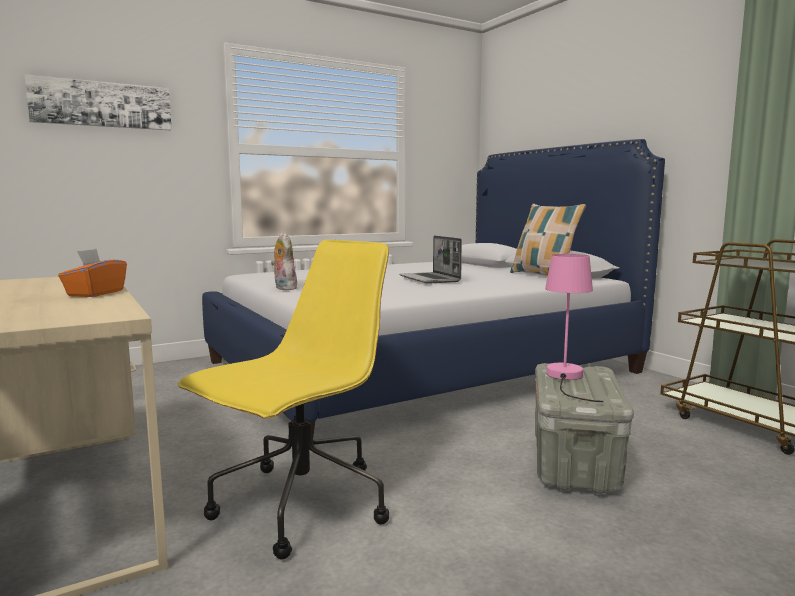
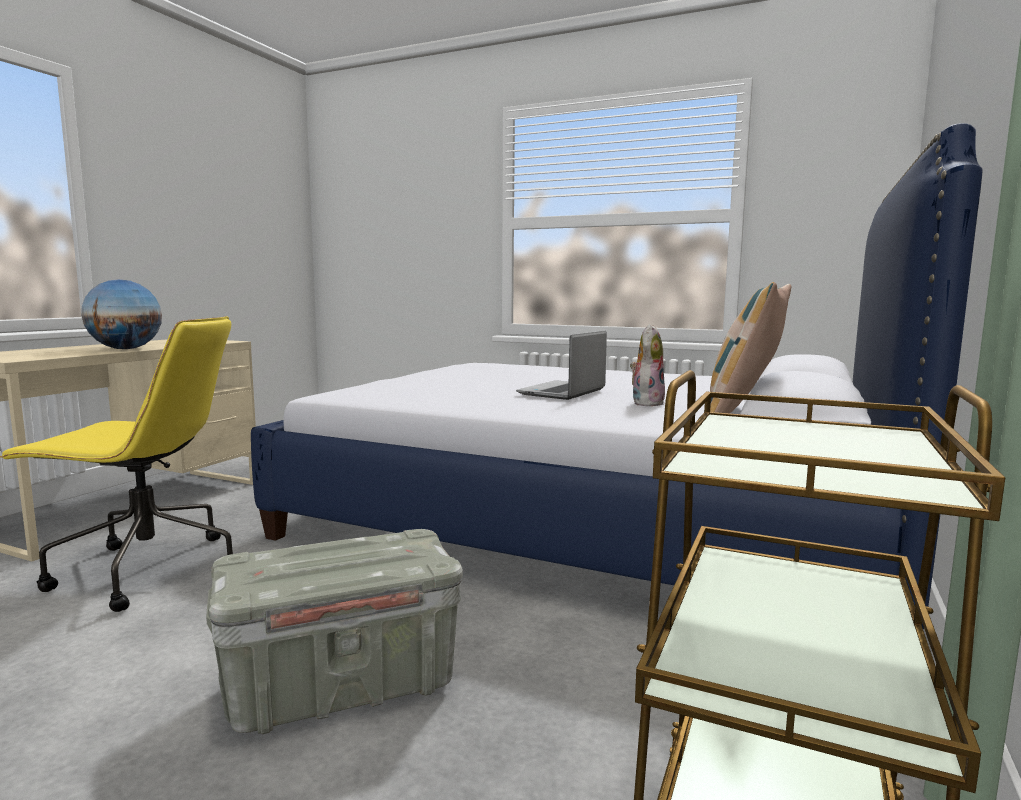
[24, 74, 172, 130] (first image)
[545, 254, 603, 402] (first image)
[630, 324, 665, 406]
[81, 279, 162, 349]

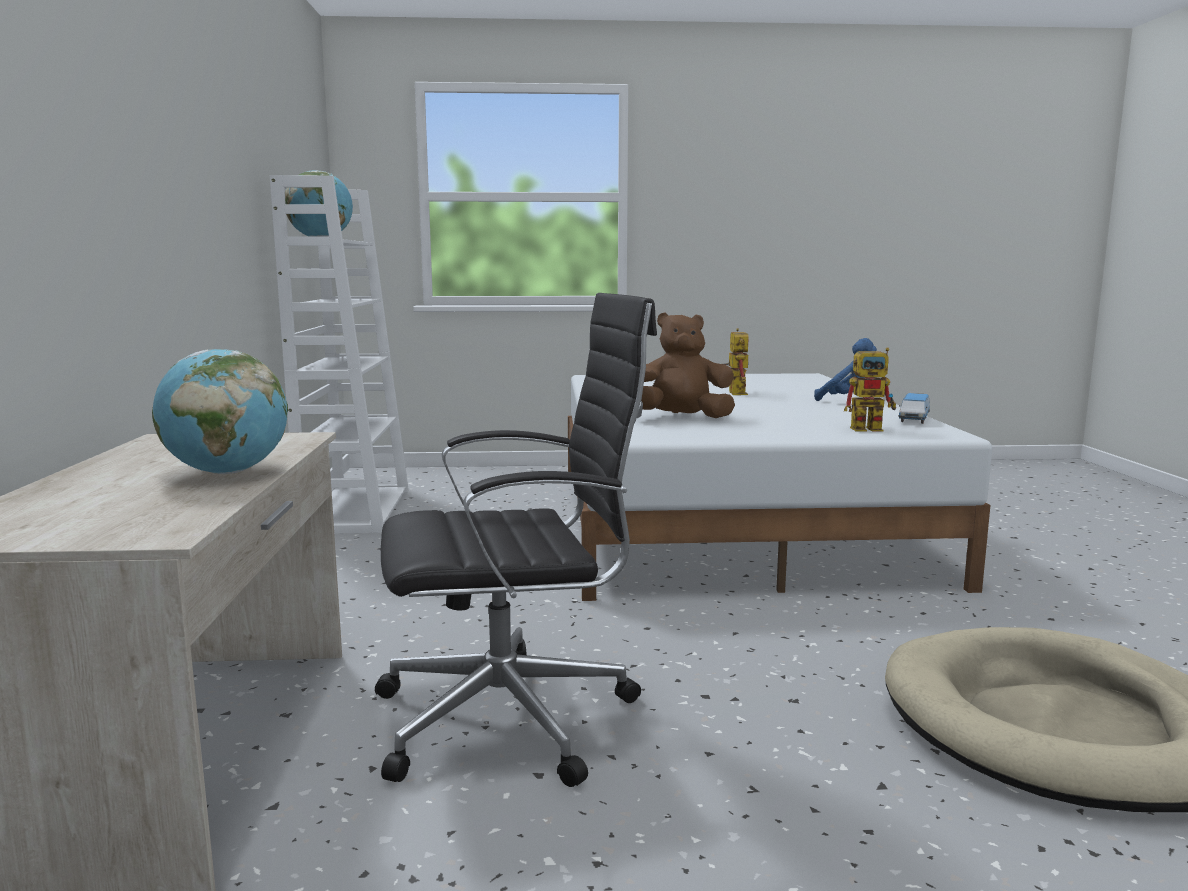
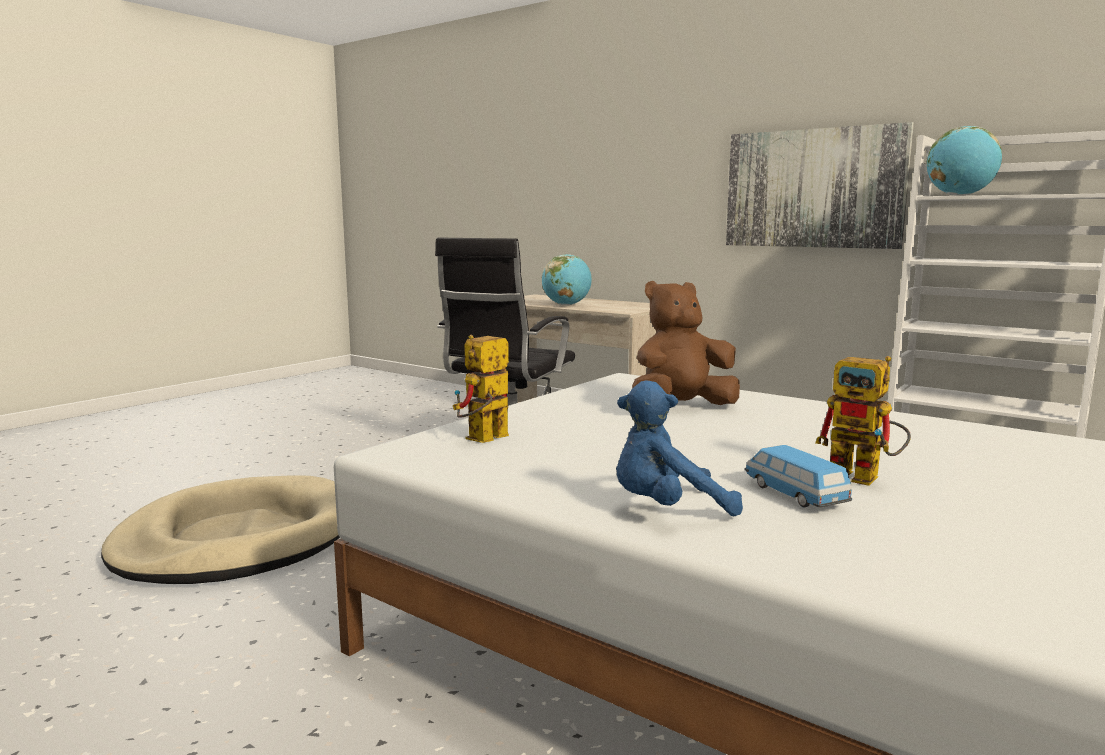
[726, 122, 914, 249]
[745, 445, 852, 508]
[632, 281, 740, 405]

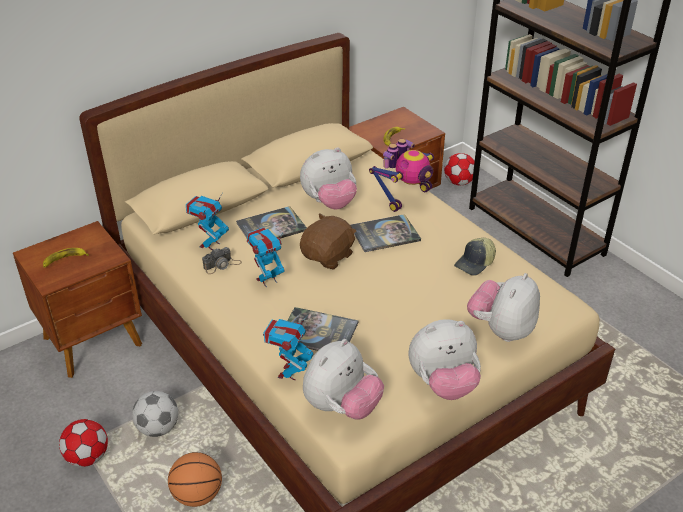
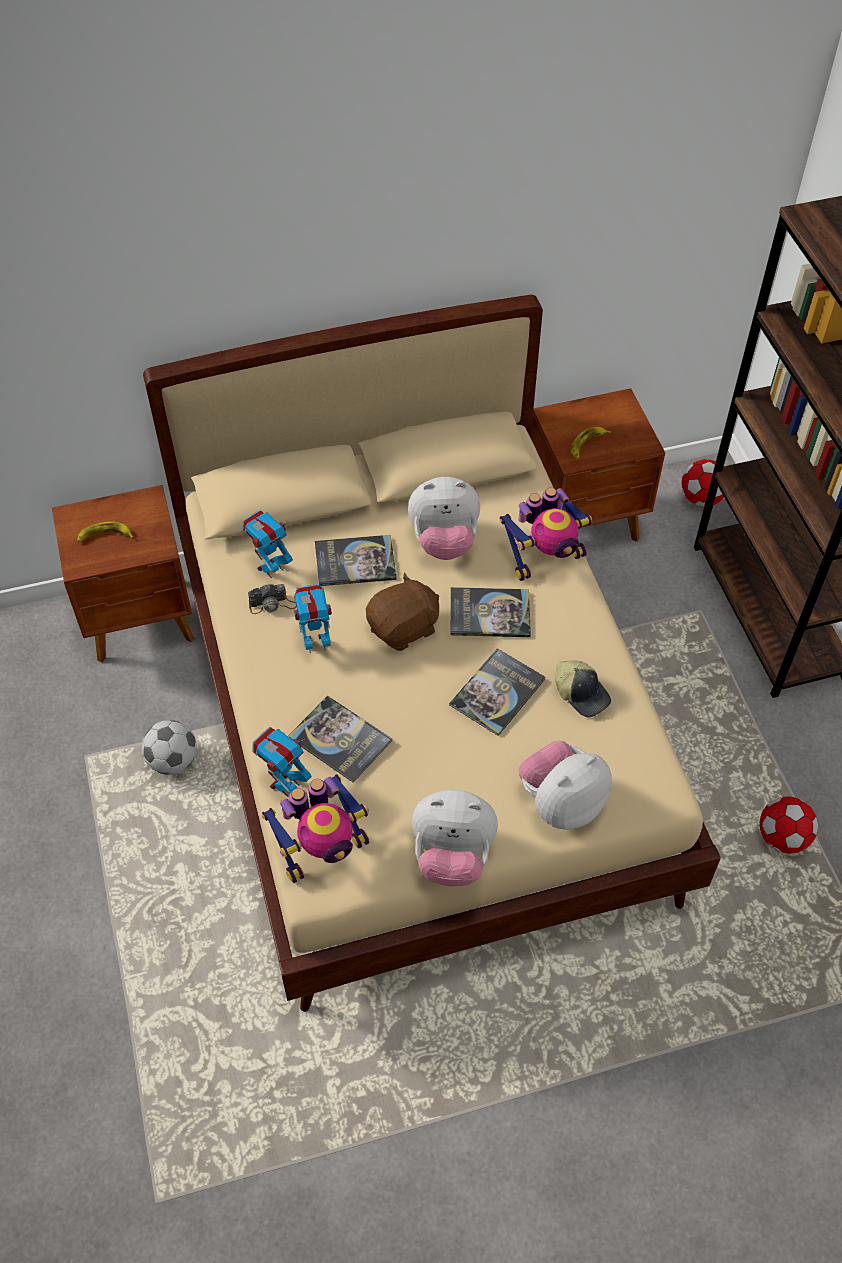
[168, 452, 222, 507] (first image)
[449, 648, 545, 736]
[760, 797, 818, 853]
[262, 774, 369, 883]
[555, 660, 611, 717]

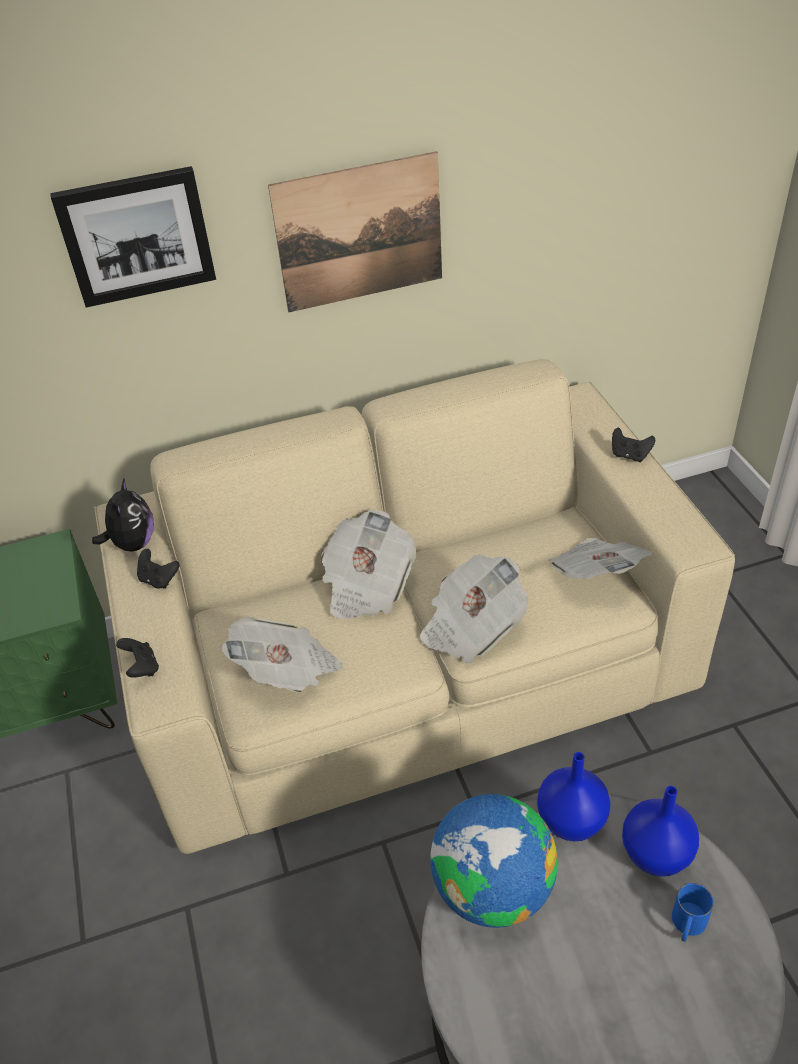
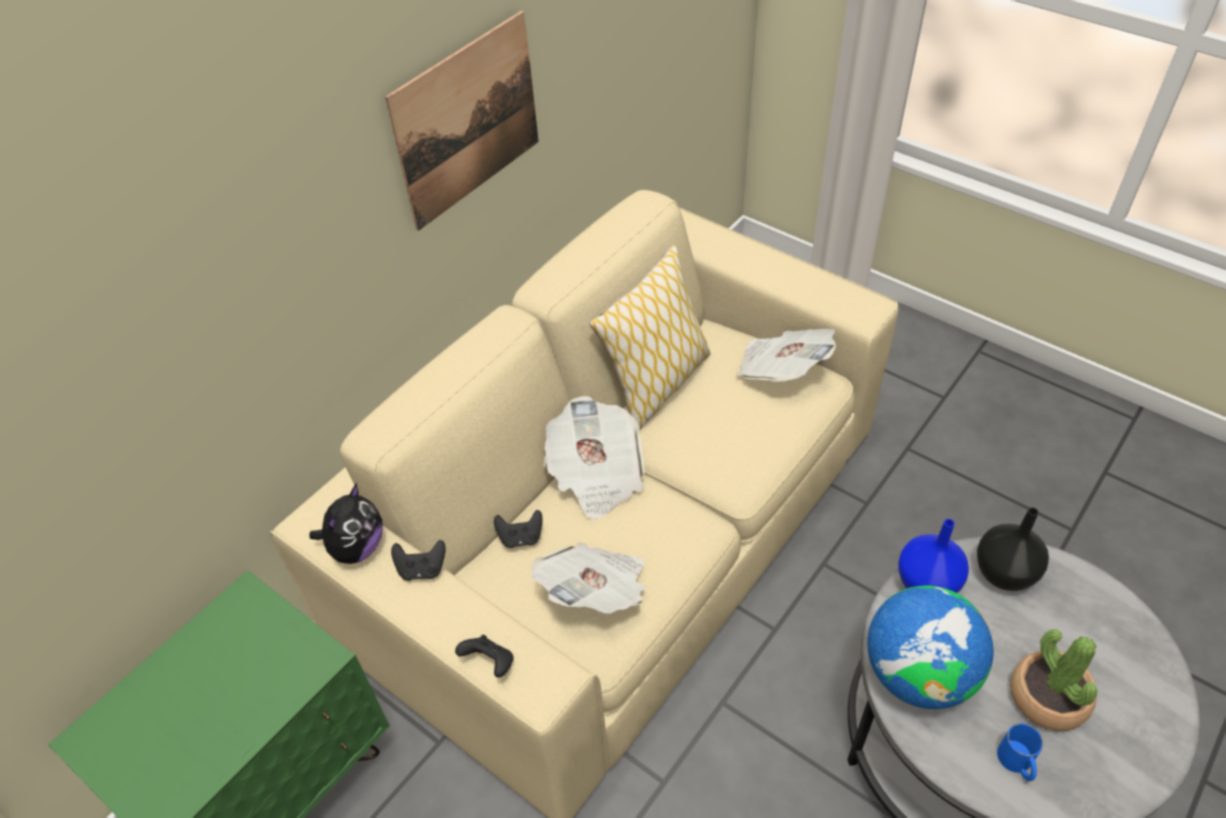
[50, 166, 216, 308] (first image)
[420, 554, 528, 663] (first image)
[589, 245, 711, 429]
[1010, 629, 1097, 731]
[494, 510, 543, 548]
[997, 723, 1043, 781]
[977, 507, 1049, 591]
[309, 483, 383, 564]

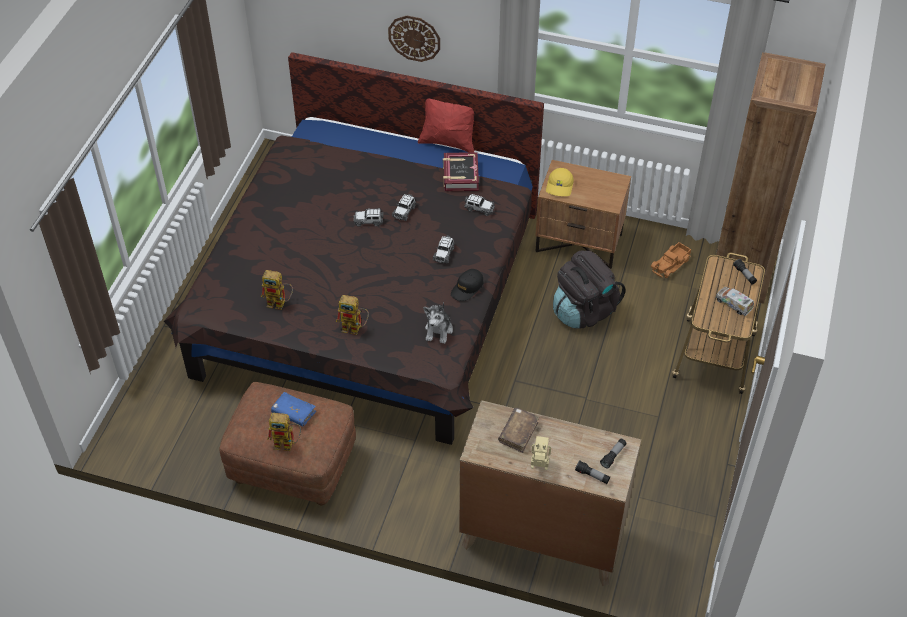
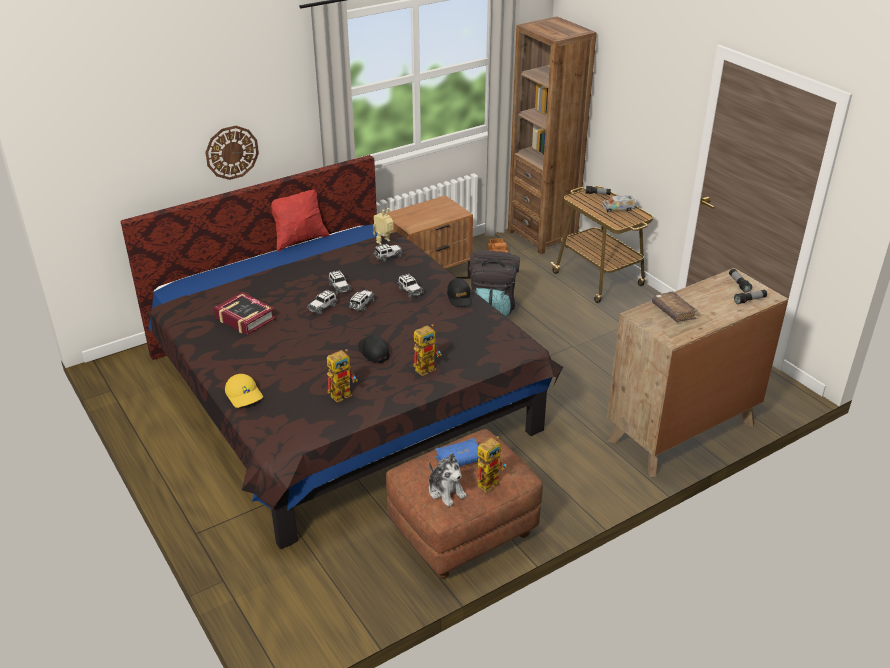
[349, 290, 376, 311]
[358, 335, 390, 363]
[429, 453, 467, 507]
[214, 292, 276, 335]
[373, 208, 394, 245]
[225, 374, 263, 408]

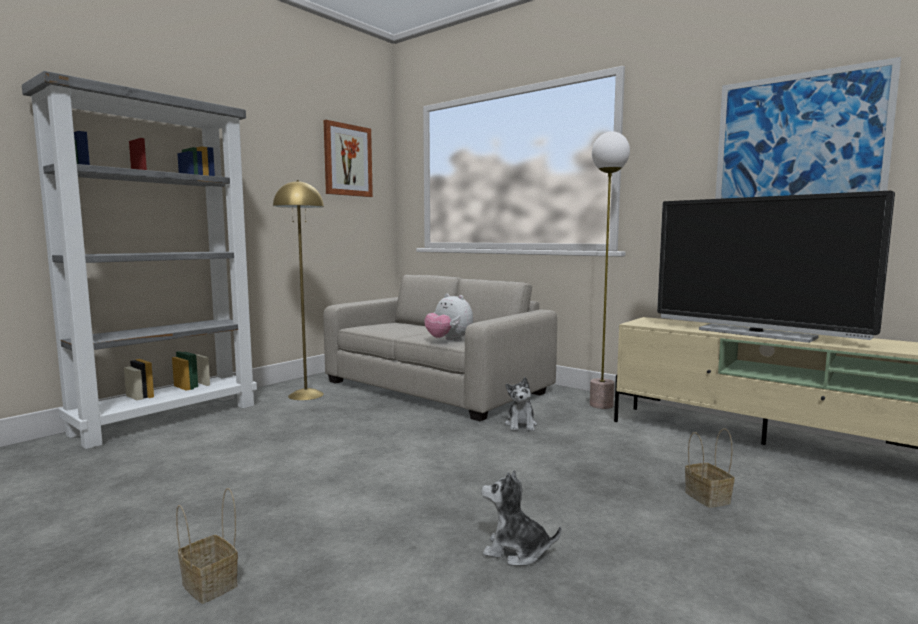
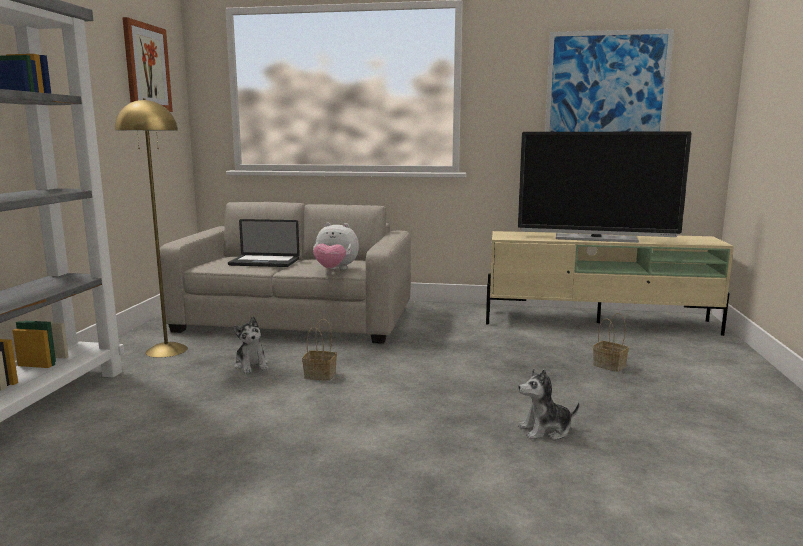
[590, 131, 630, 409] (first image)
[228, 219, 300, 267]
[302, 319, 337, 381]
[233, 316, 268, 374]

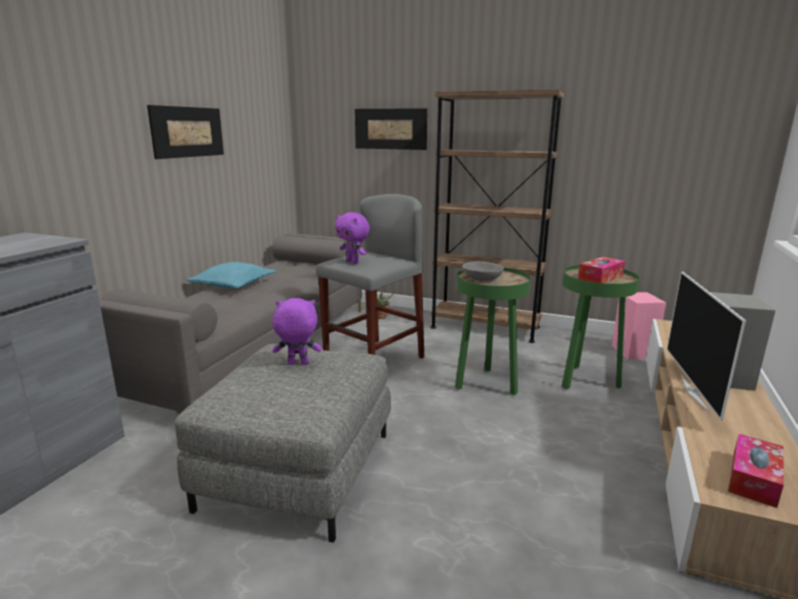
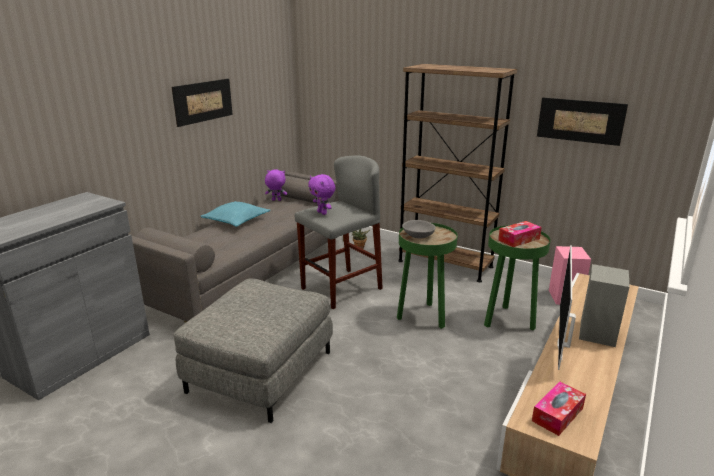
[265, 170, 287, 201]
[537, 97, 628, 146]

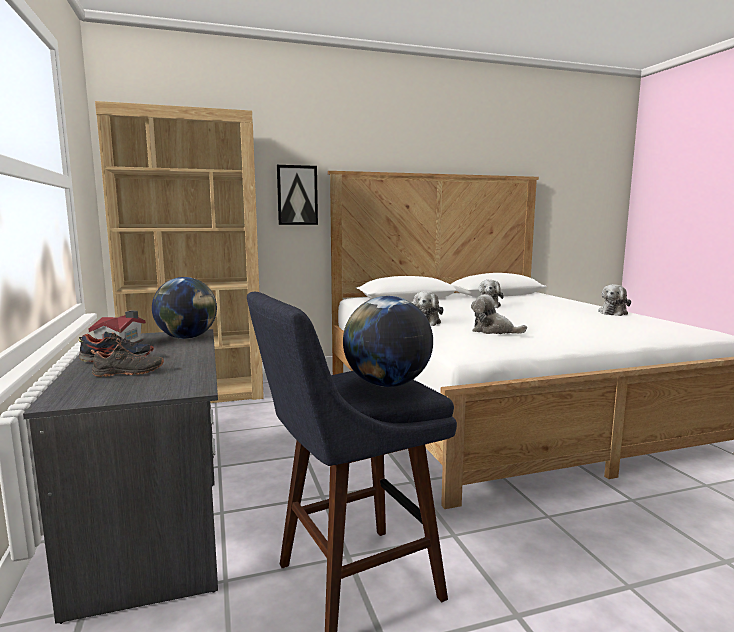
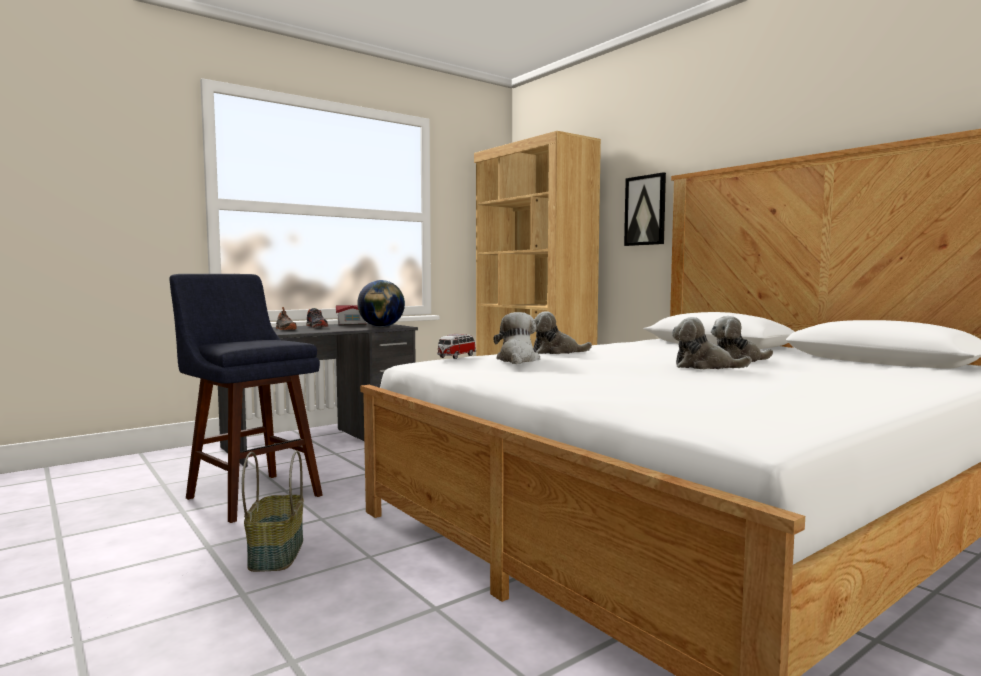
[343, 296, 433, 387] (first image)
[242, 450, 303, 572]
[437, 334, 476, 359]
[672, 317, 752, 369]

